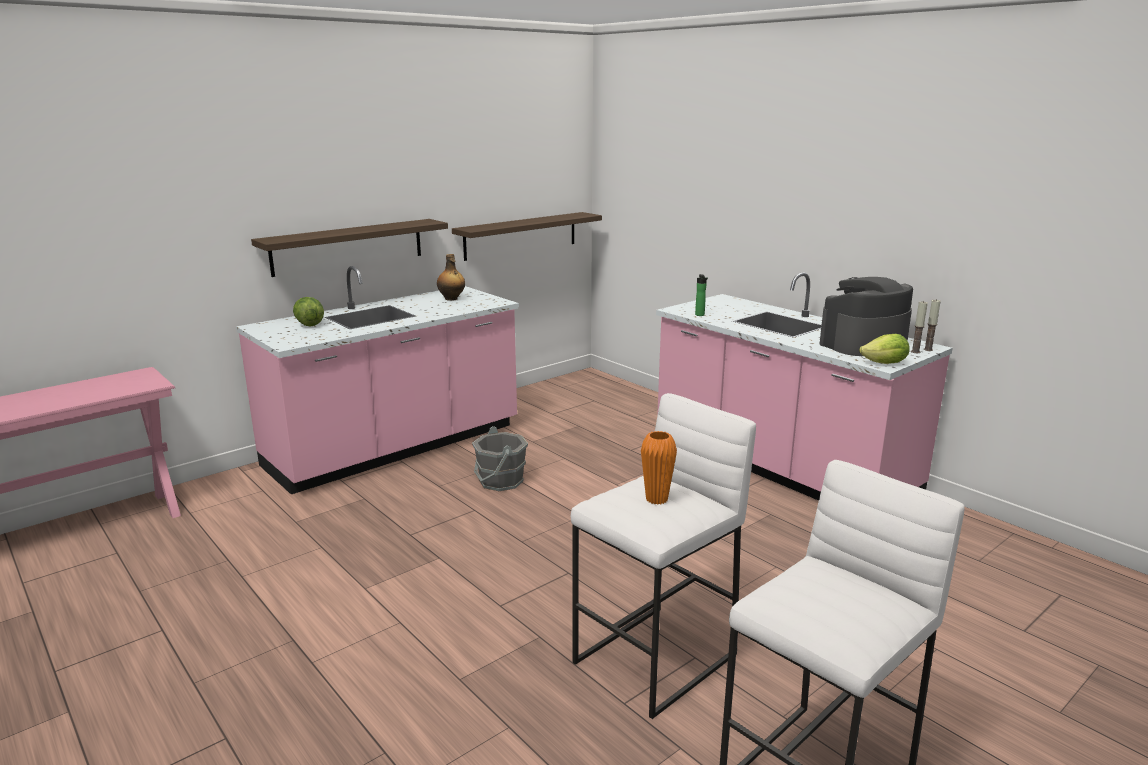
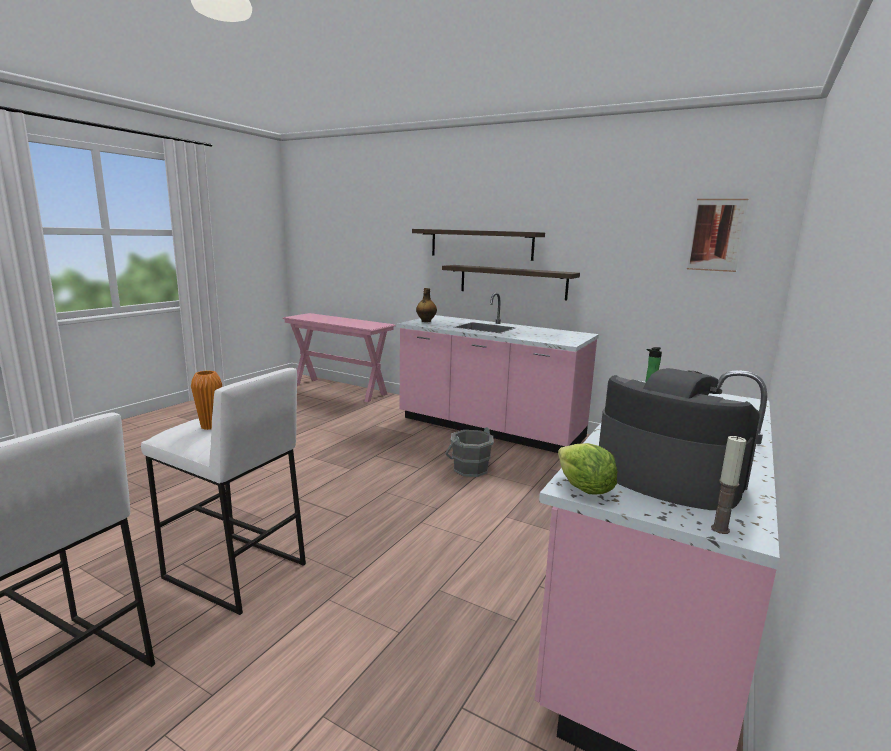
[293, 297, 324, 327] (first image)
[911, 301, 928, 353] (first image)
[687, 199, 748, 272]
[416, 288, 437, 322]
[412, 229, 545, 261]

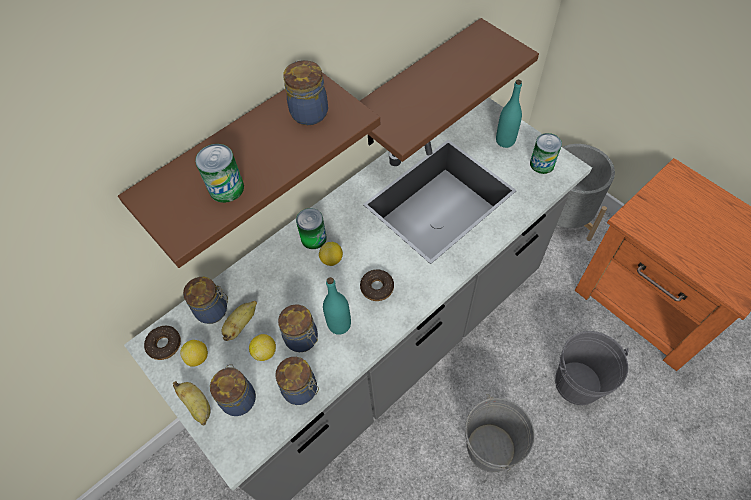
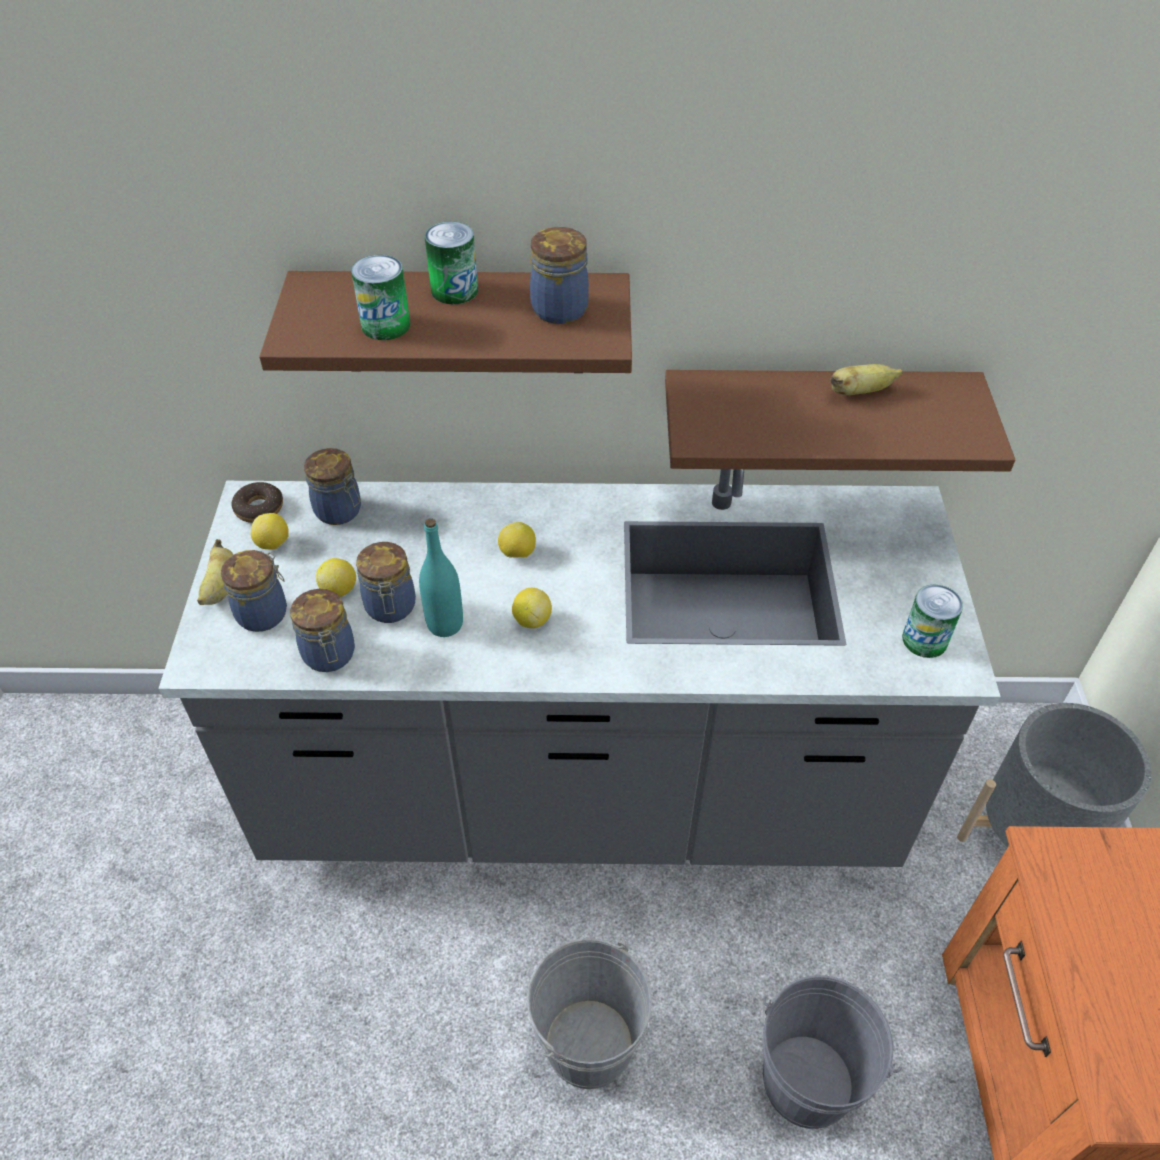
[496, 80, 522, 148] (first image)
[830, 364, 903, 395]
[425, 221, 478, 304]
[512, 588, 552, 628]

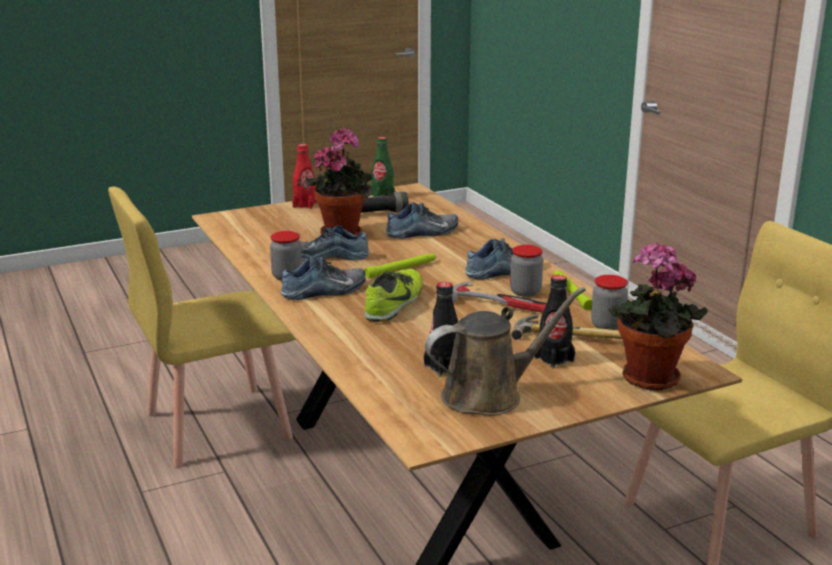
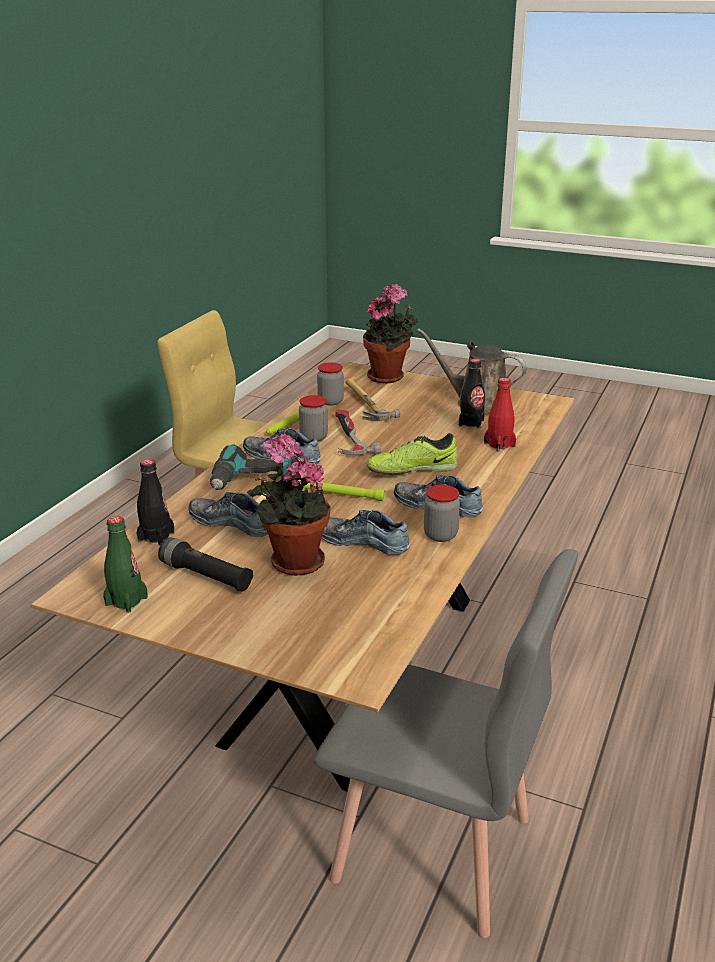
[210, 444, 292, 490]
[484, 378, 516, 451]
[136, 459, 174, 546]
[314, 549, 578, 938]
[322, 510, 410, 555]

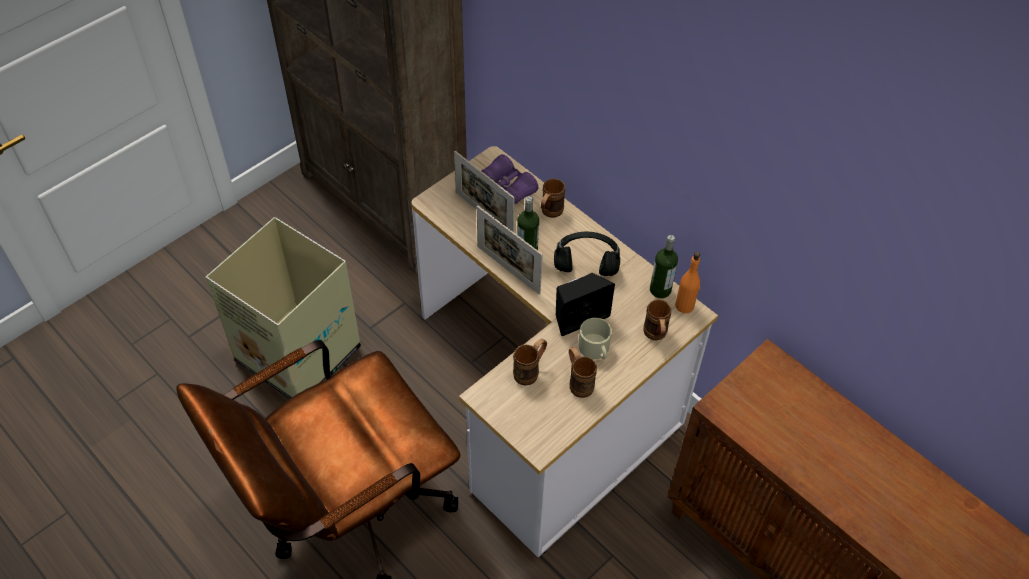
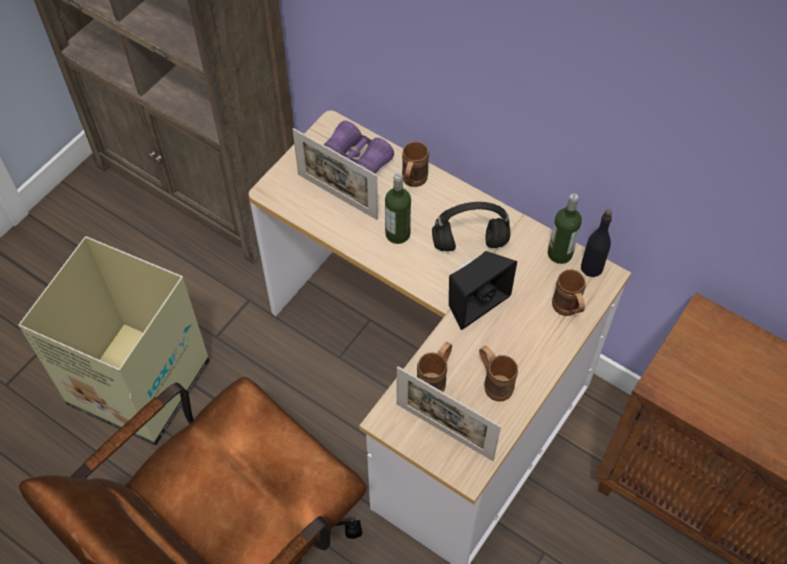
[578, 318, 612, 359] (first image)
[397, 366, 501, 461]
[581, 209, 612, 277]

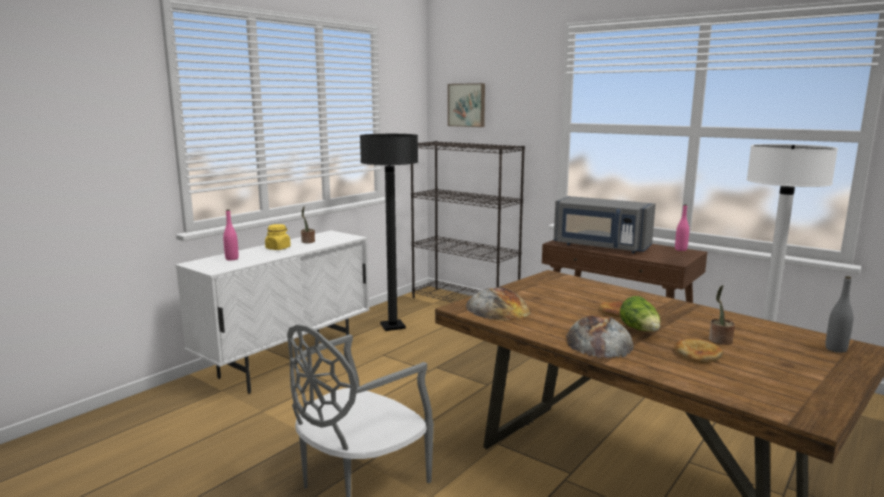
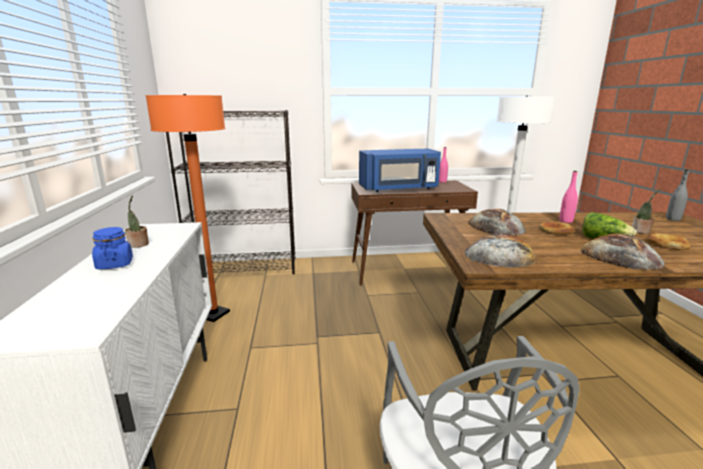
[448, 83, 485, 127] (first image)
[468, 209, 527, 236]
[559, 171, 578, 223]
[92, 227, 133, 270]
[145, 94, 230, 322]
[359, 148, 441, 192]

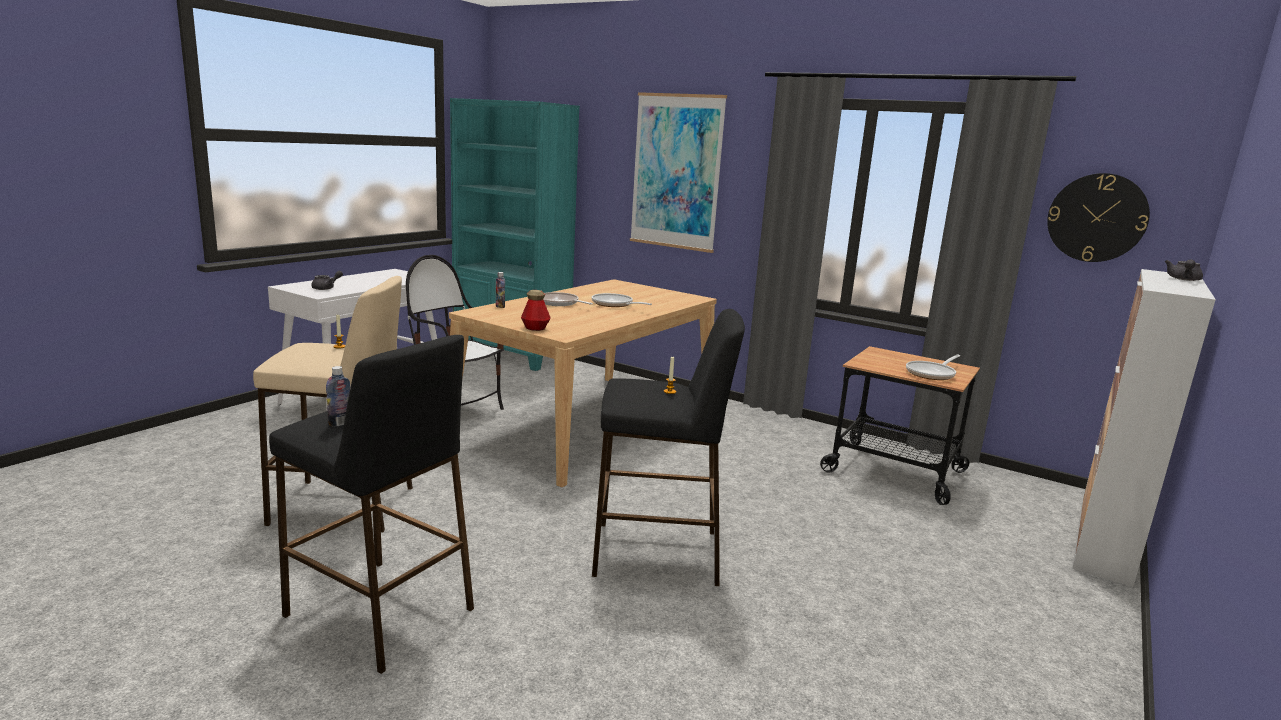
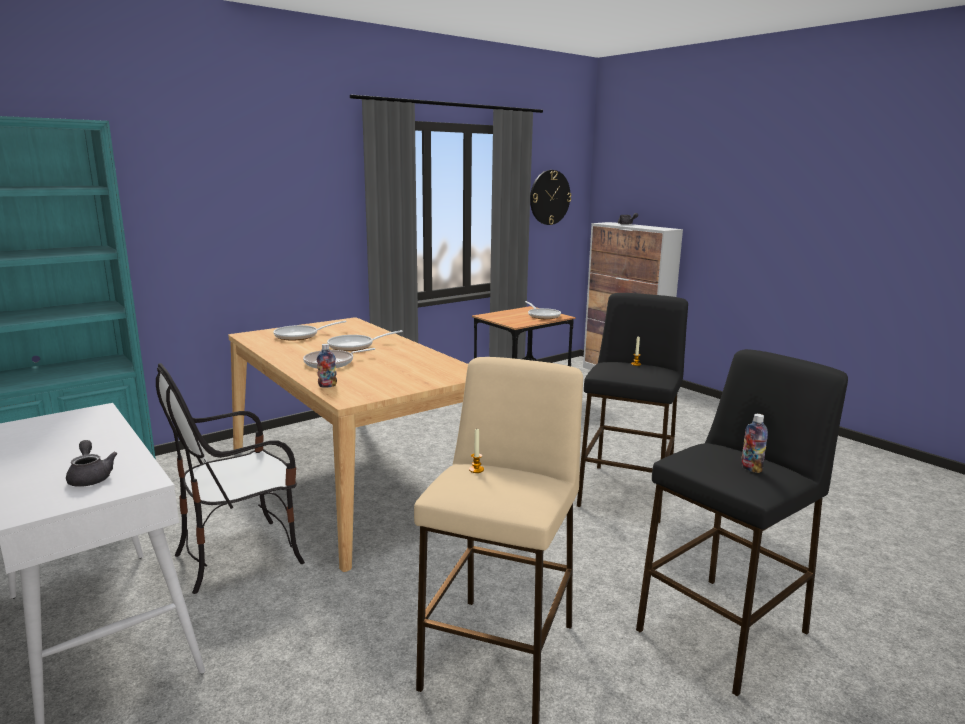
[521, 290, 550, 331] (first image)
[630, 92, 727, 253] (first image)
[273, 321, 347, 341]

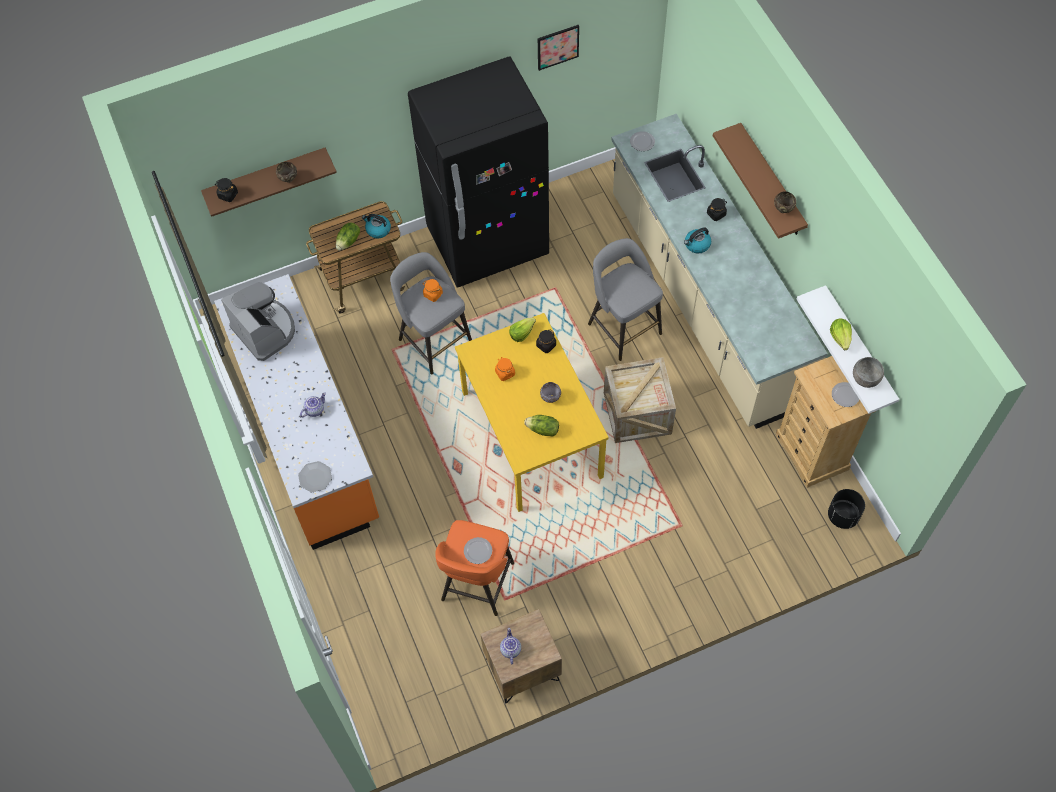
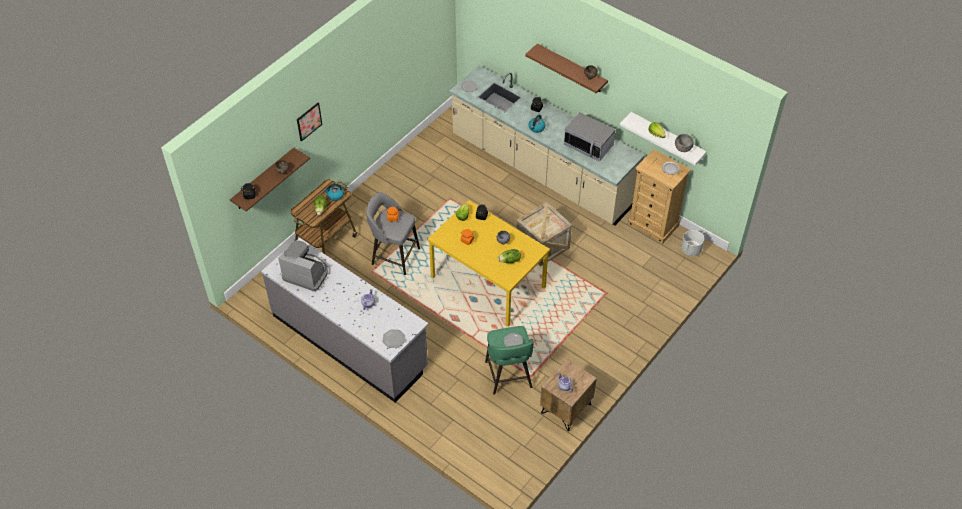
[408, 57, 549, 288] (first image)
[588, 238, 663, 361] (first image)
[564, 112, 616, 162]
[297, 103, 322, 142]
[261, 238, 428, 403]
[485, 326, 534, 395]
[681, 230, 704, 256]

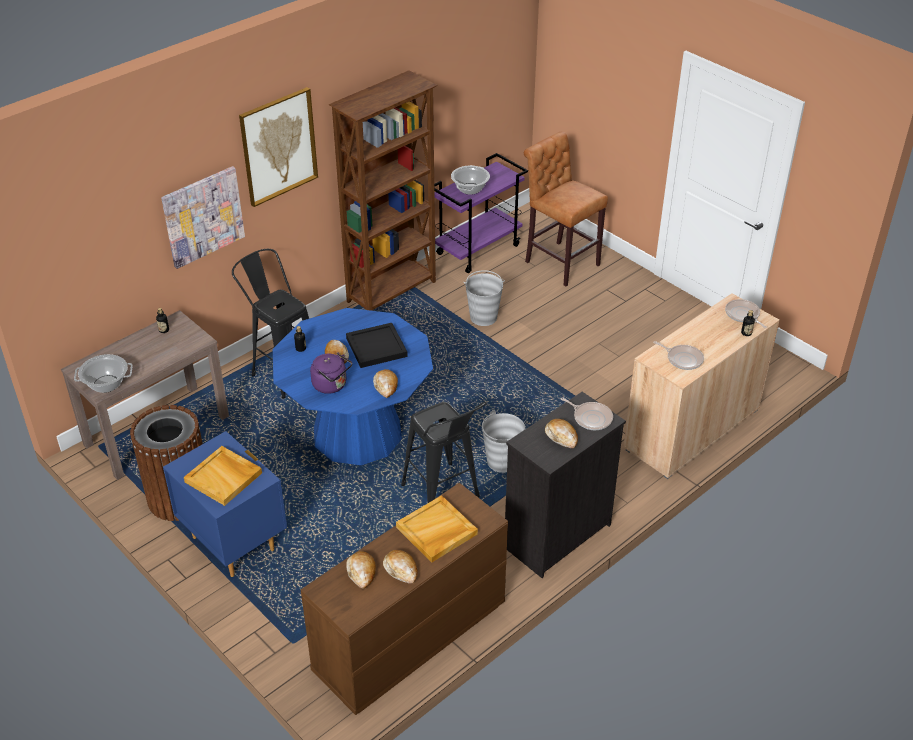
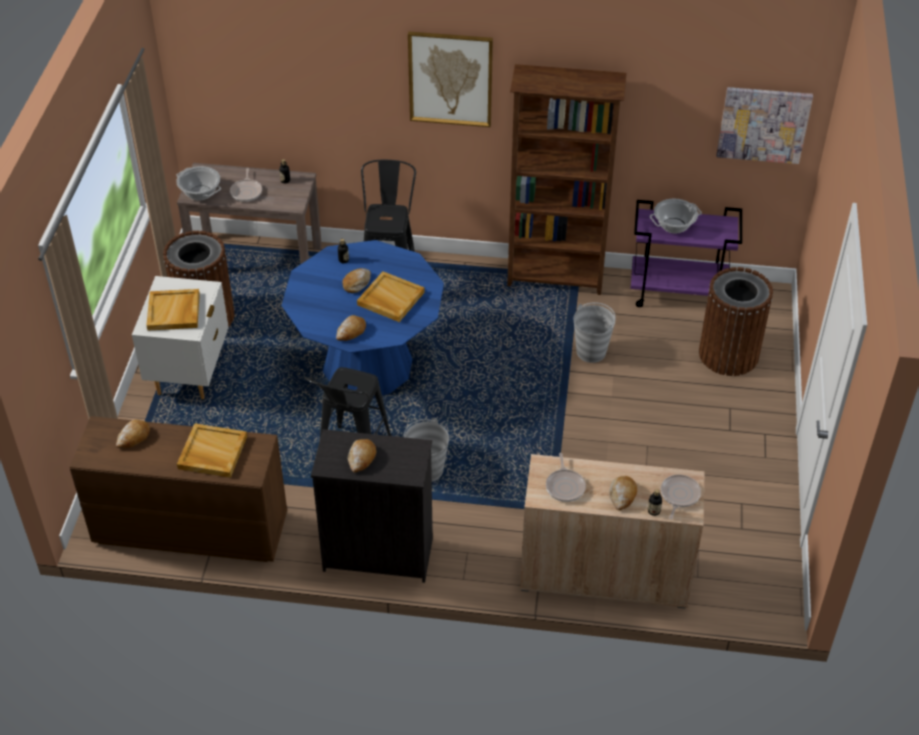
[310, 352, 352, 394] (first image)
[717, 87, 813, 164]
[609, 476, 637, 510]
[230, 168, 262, 202]
[699, 267, 773, 376]
[132, 276, 229, 399]
[357, 271, 425, 322]

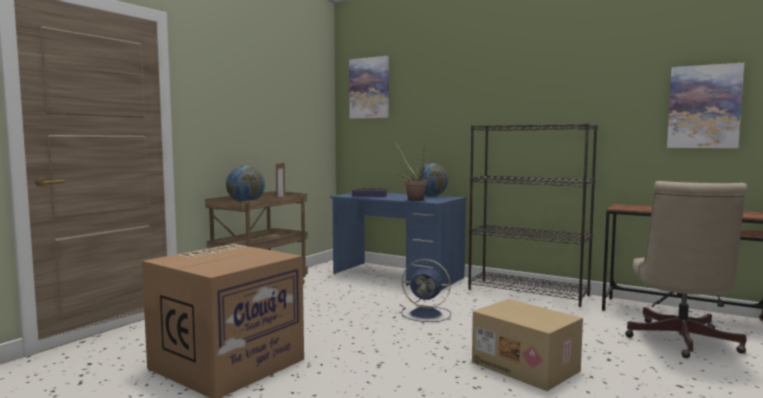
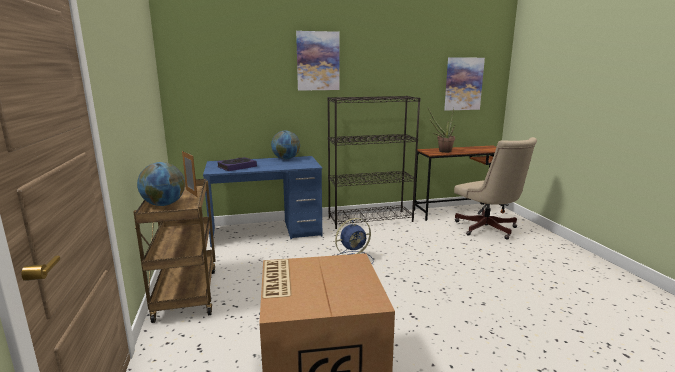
[472, 299, 583, 391] (first image)
[296, 31, 339, 91]
[428, 107, 455, 153]

